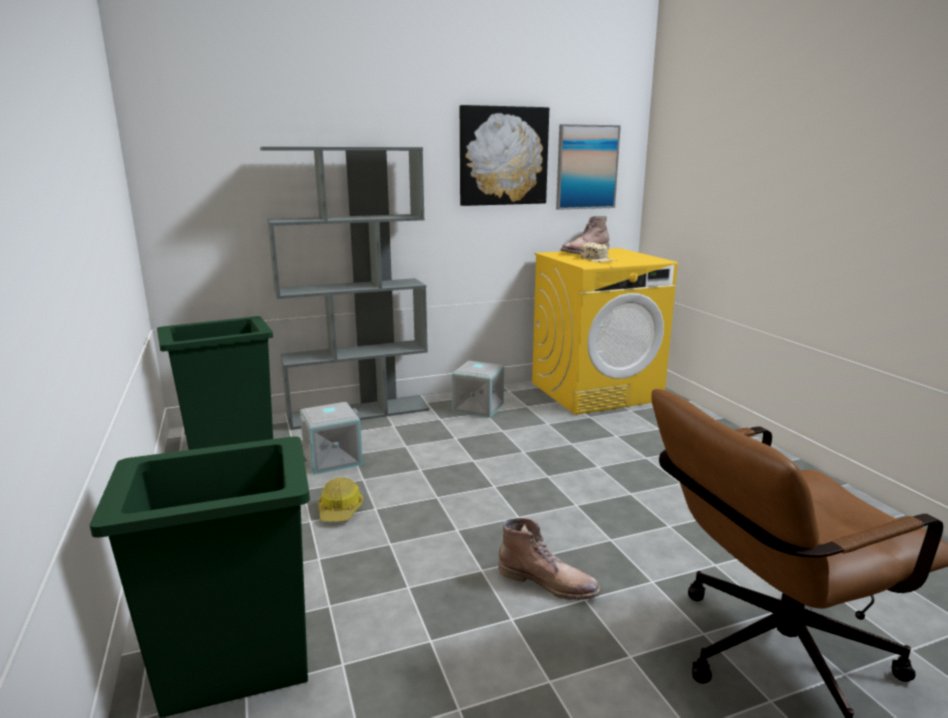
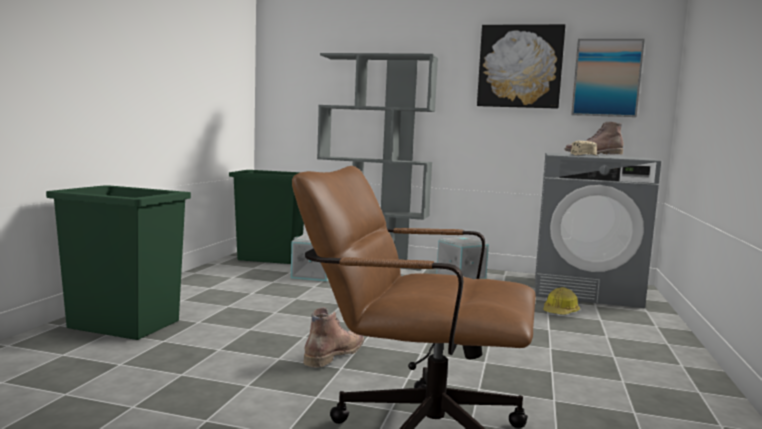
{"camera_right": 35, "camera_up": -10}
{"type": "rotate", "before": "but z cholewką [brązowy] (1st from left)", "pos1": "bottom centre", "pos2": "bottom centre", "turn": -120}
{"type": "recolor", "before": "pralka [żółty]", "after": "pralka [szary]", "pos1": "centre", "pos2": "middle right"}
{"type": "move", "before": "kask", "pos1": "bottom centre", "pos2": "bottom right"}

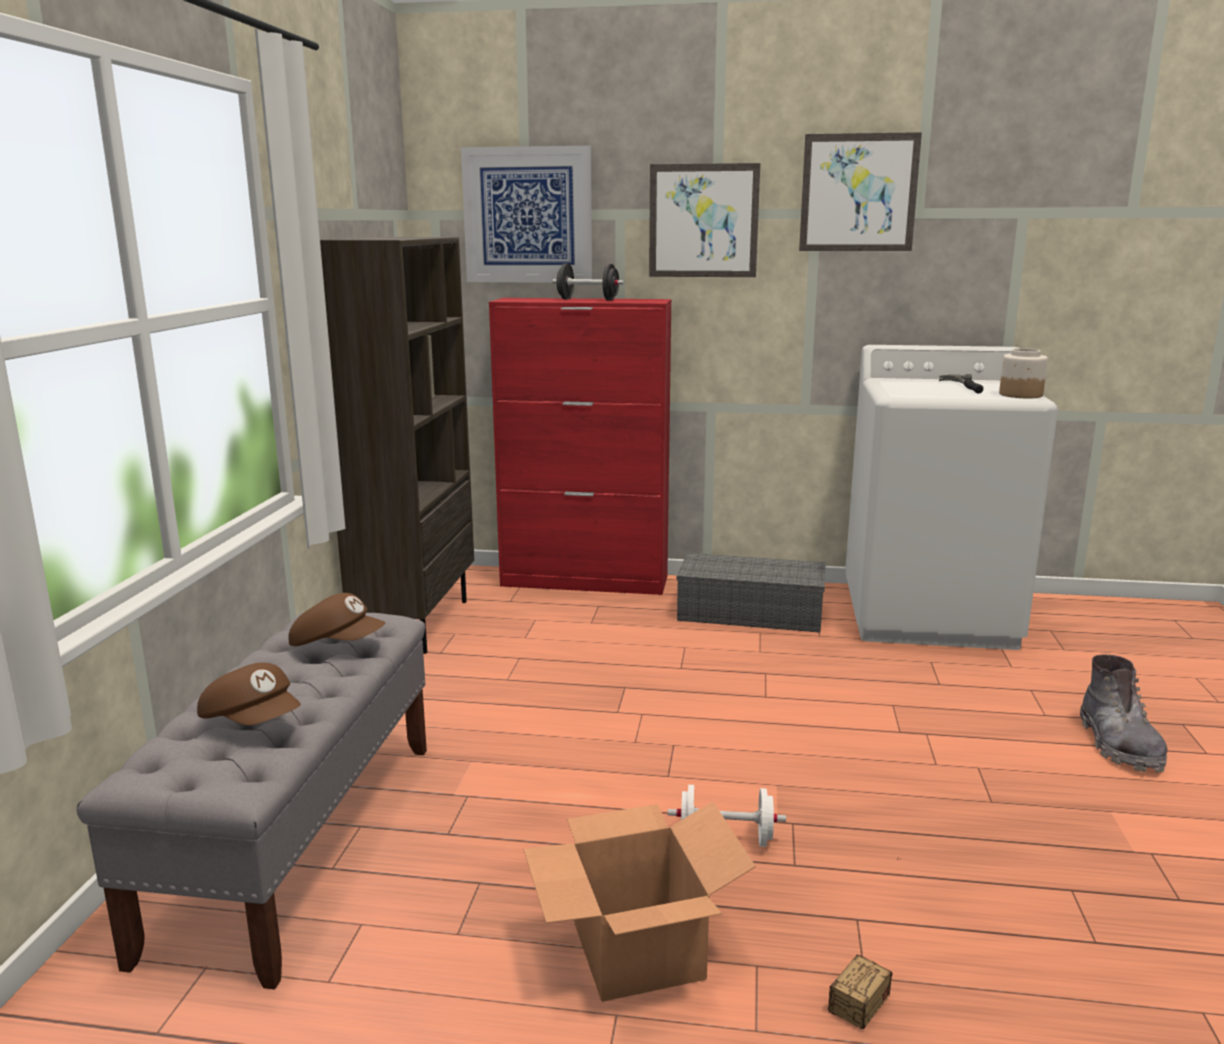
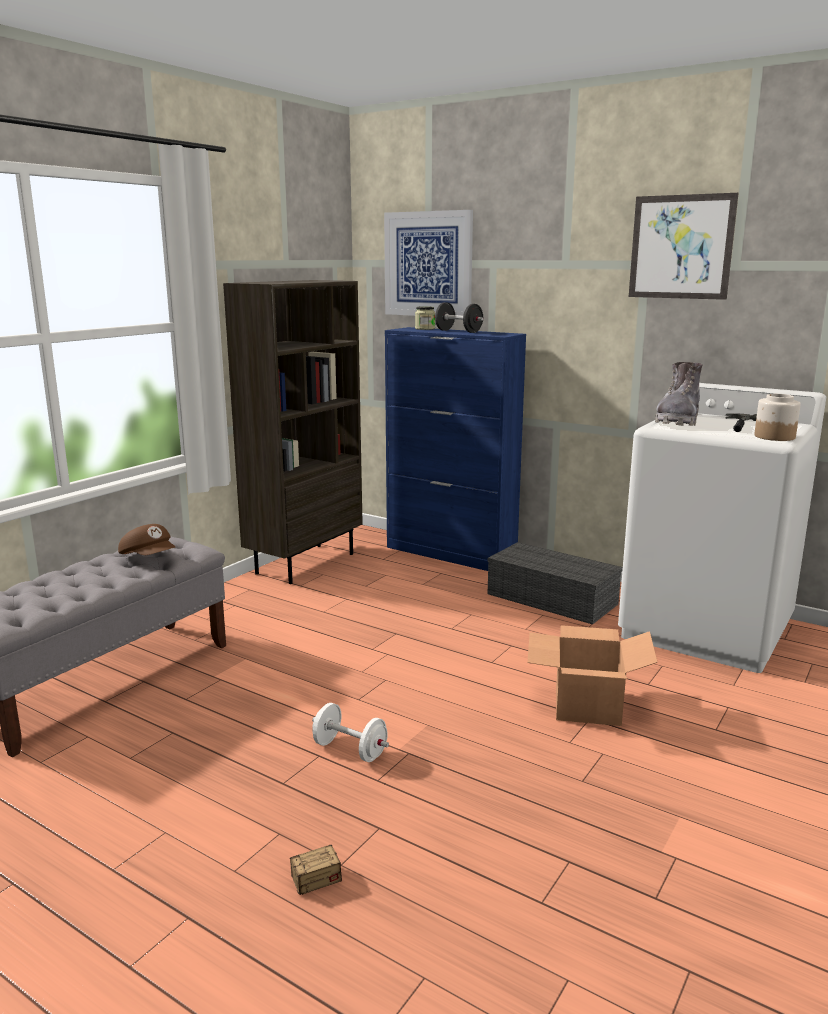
{"camera_right": 25, "camera_up": 0}
{"type": "recolor", "before": "szafka [czerwony]", "after": "szafka [niebieski]", "pos1": "centre", "pos2": "centre"}
{"type": "insert", "after": "słoik (1st from left)", "pos2": "top centre"}
{"type": "move", "before": "karton", "pos1": "bottom centre", "pos2": "middle right"}
{"type": "move", "before": "but z cholewką [szary]", "pos1": "bottom right", "pos2": "middle right"}
{"type": "delete", "before": "czapka z daszkiem [brązowy] (1st from left)", "pos1": "middle left"}
{"type": "delete", "before": "obraz (2nd from left)", "pos1": "top centre"}

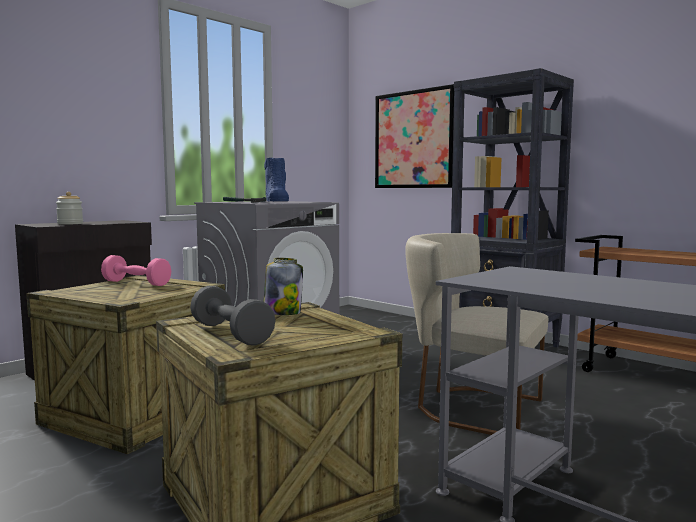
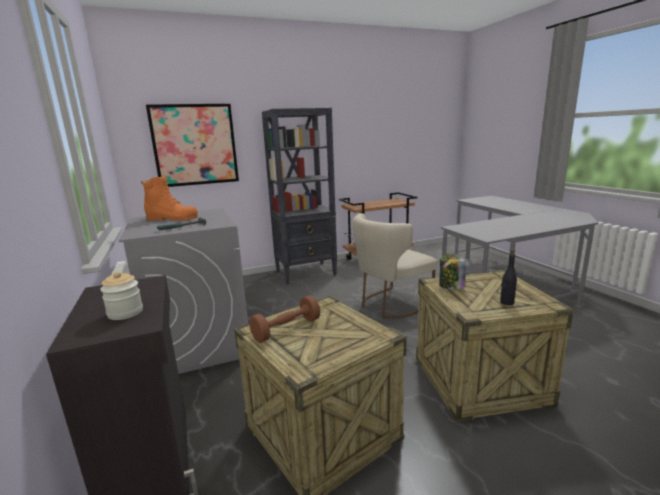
{"camera_right": -65, "camera_up": 10}
{"type": "recolor", "before": "but z cholewką [niebieski]", "after": "but z cholewką [pomarańczowy]", "pos1": "centre", "pos2": "middle left"}
{"type": "recolor", "before": "hantel [różowy]", "after": "hantel [brązowy]", "pos1": "middle left", "pos2": "centre"}
{"type": "replace", "before": "hantel [szary]", "after": "butelka [czarny]", "pos1": "centre", "pos2": "middle right"}

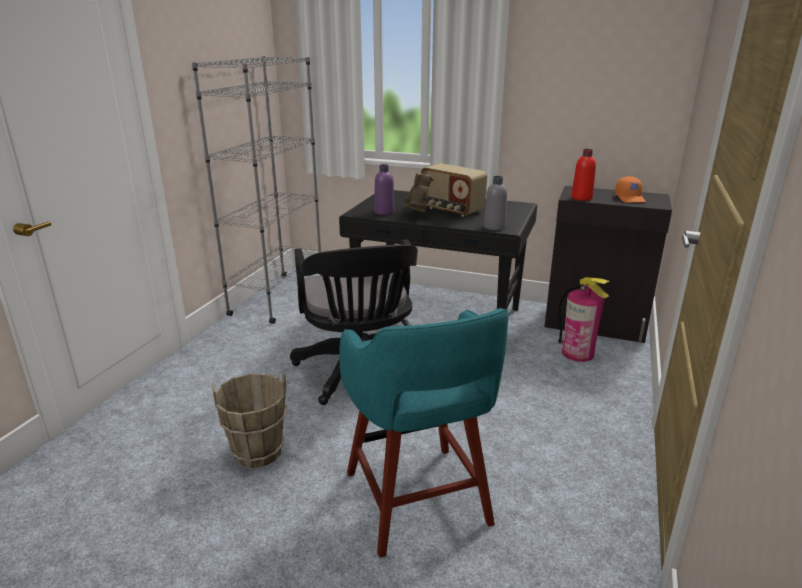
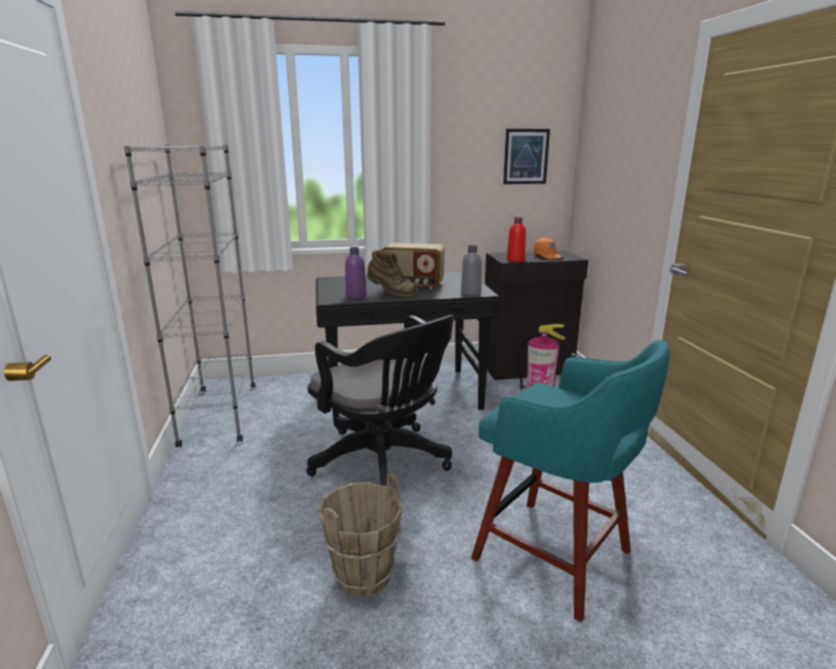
{"camera_right": -30, "camera_up": -5}
{"type": "rotate", "before": "but z cholewką [brązowy]", "pos1": "top centre", "pos2": "centre", "turn": 150}
{"type": "insert", "after": "obraz", "pos2": "top centre"}

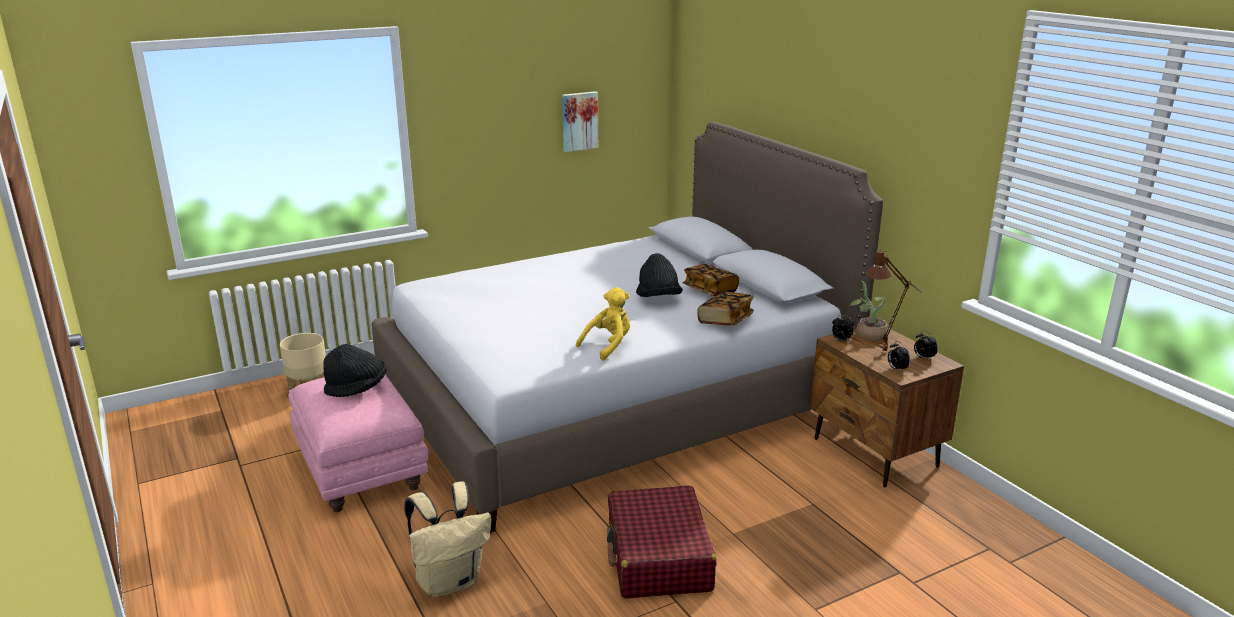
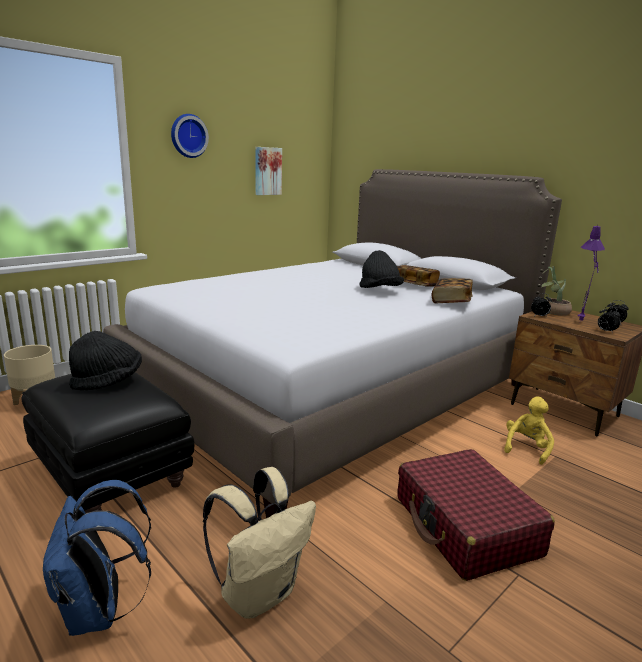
{"camera_right": -15, "camera_up": -5}
{"type": "recolor", "before": "pufa [różowy]", "after": "pufa [czarny]", "pos1": "bottom left", "pos2": "bottom left"}
{"type": "insert", "after": "plecak [niebieski]", "pos2": "bottom left"}
{"type": "insert", "after": "zegar ścienny", "pos2": "top left"}
{"type": "move", "before": "pluszak [żółty]", "pos1": "centre", "pos2": "middle right"}
{"type": "recolor", "before": "lampa stołowa [brązowy]", "after": "lampa stołowa [fioletowy]", "pos1": "middle right", "pos2": "middle right"}

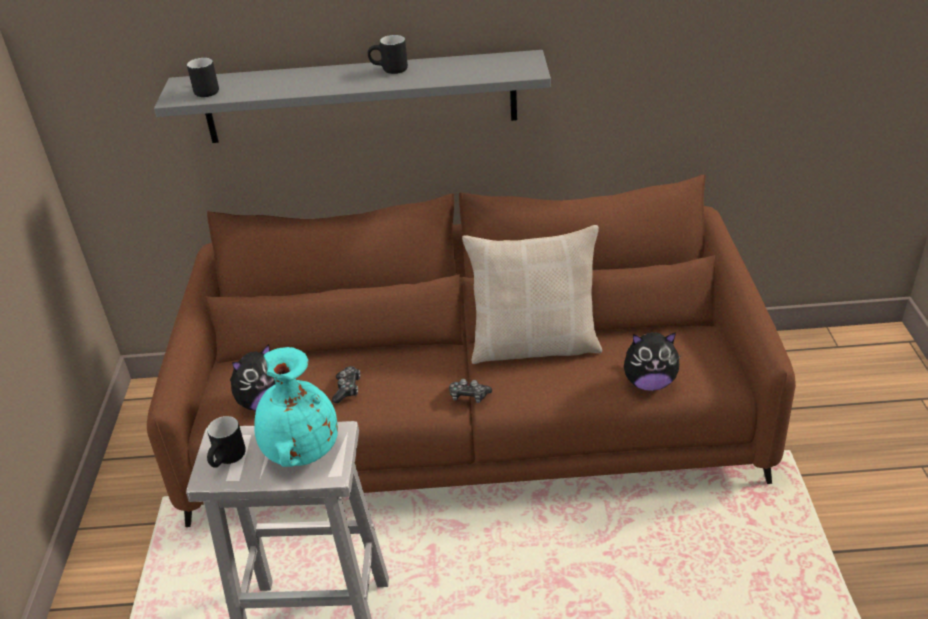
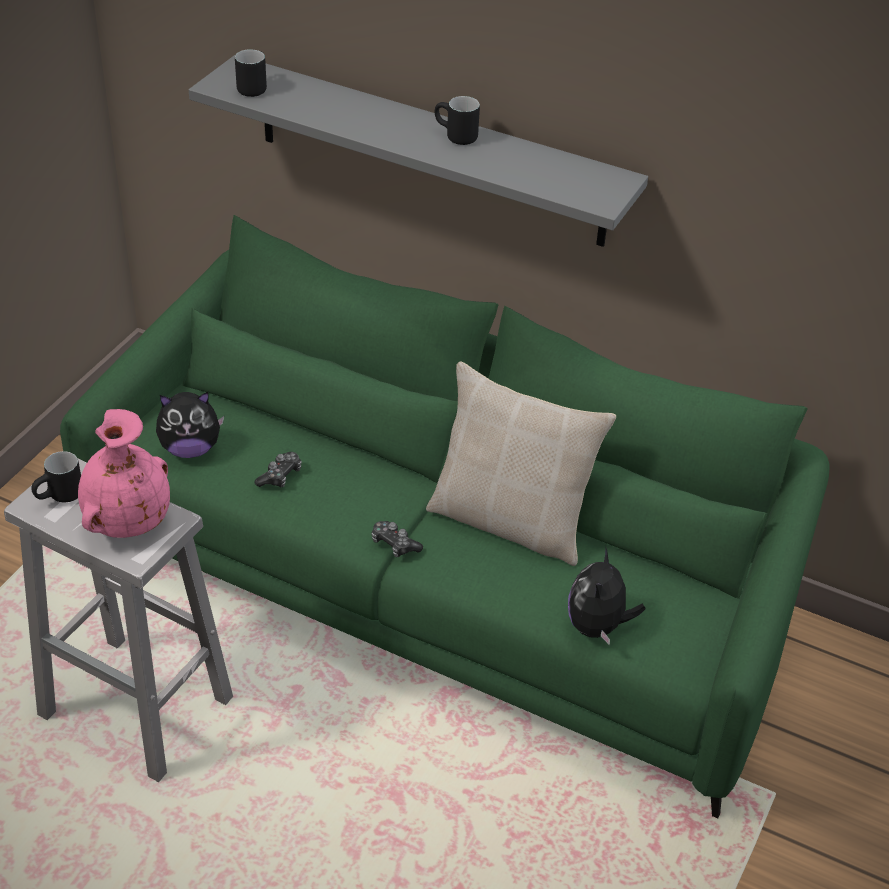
{"camera_right": 25, "camera_up": 5}
{"type": "recolor", "before": "kanapa [brązowy]", "after": "kanapa [zielony]", "pos1": "centre", "pos2": "centre"}
{"type": "recolor", "before": "wazon [turkusowy]", "after": "wazon [różowy]", "pos1": "middle left", "pos2": "middle left"}
{"type": "rotate", "before": "pluszak (2nd from left)", "pos1": "middle right", "pos2": "bottom right", "turn": 75}

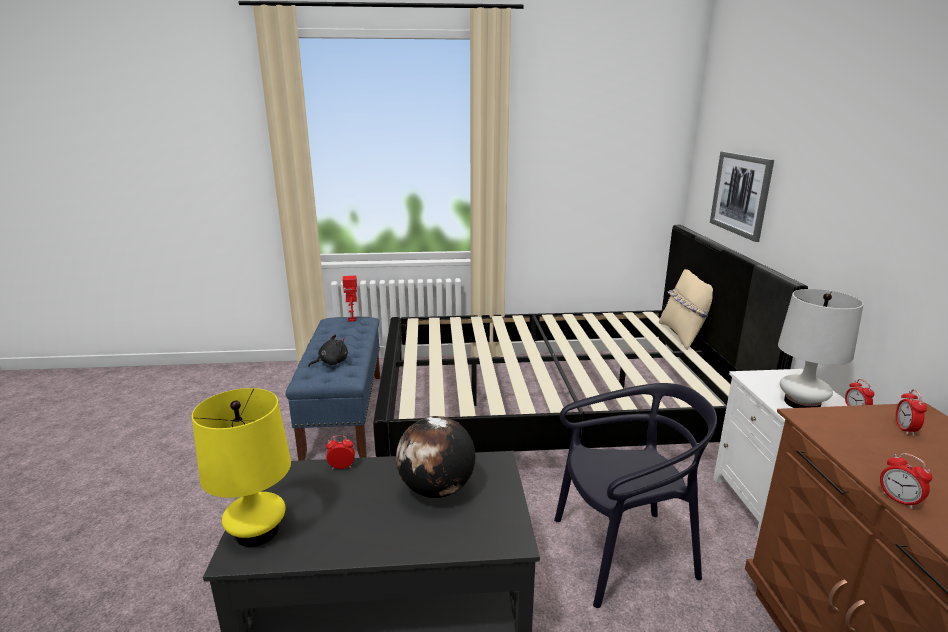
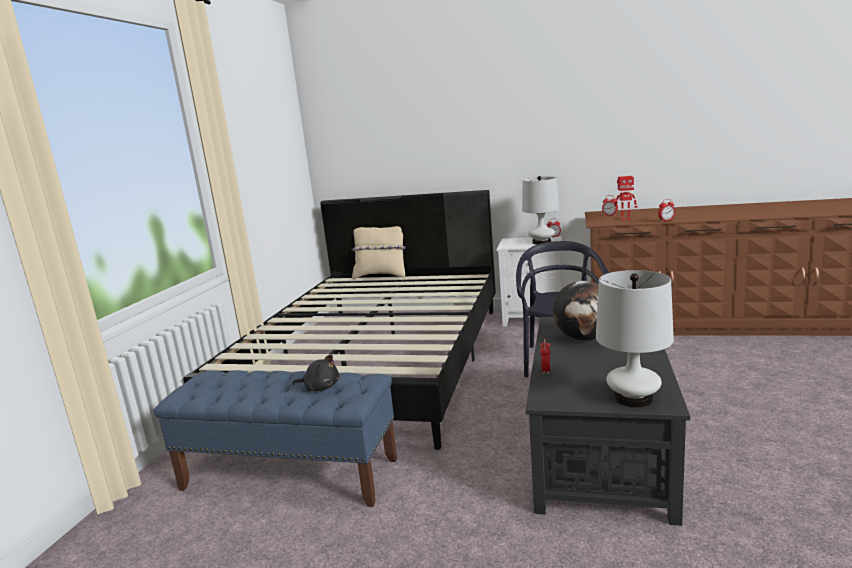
{"camera_right": -70, "camera_up": -5}
{"type": "rotate", "before": "pluszak [czarny]", "pos1": "centre", "pos2": "centre", "turn": 120}
{"type": "recolor", "before": "lampa stołowa [żółty]", "after": "lampa stołowa [biały] (2nd from left)", "pos1": "bottom left", "pos2": "middle right"}
{"type": "move", "before": "robot zabawkowy", "pos1": "centre", "pos2": "middle right"}
{"type": "delete", "before": "obraz", "pos1": "top right"}

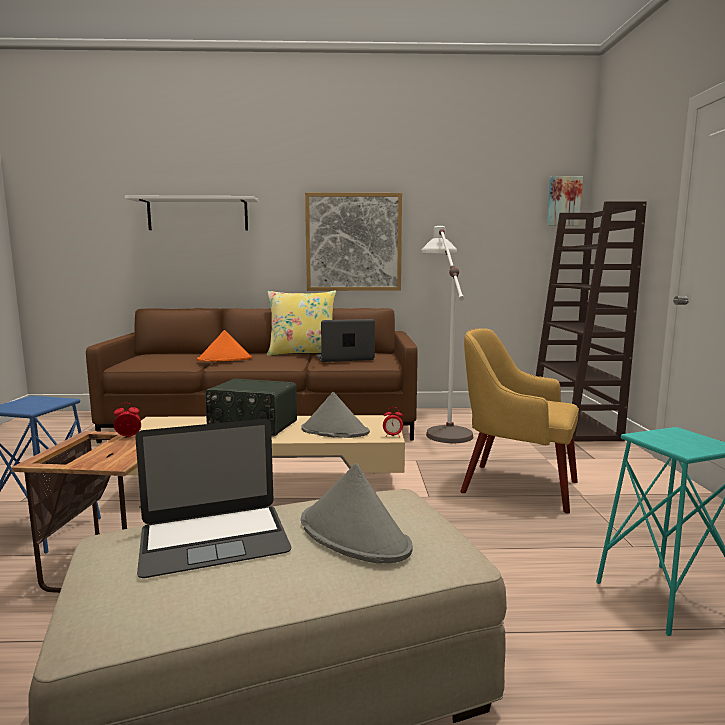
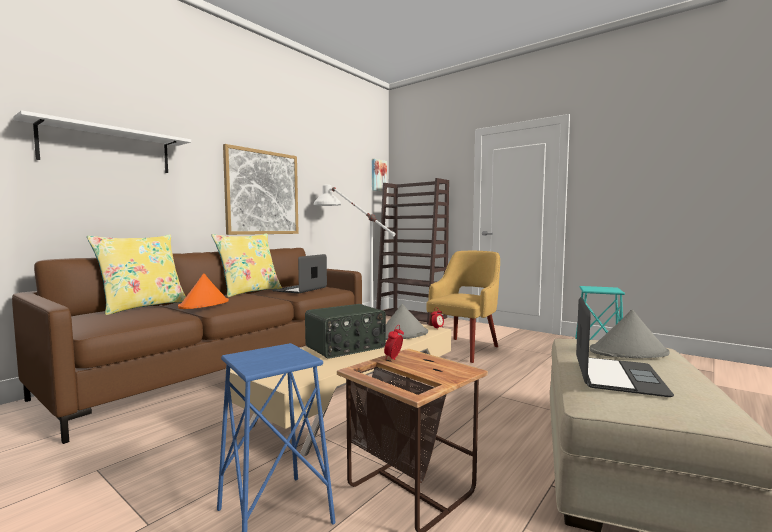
{"camera_right": -50, "camera_up": -5}
{"type": "insert", "after": "poduszka [żółty] (1st from left)", "pos2": "middle left"}
{"type": "rotate", "before": "fotel [żółty]", "pos1": "middle right", "pos2": "centre", "turn": 150}

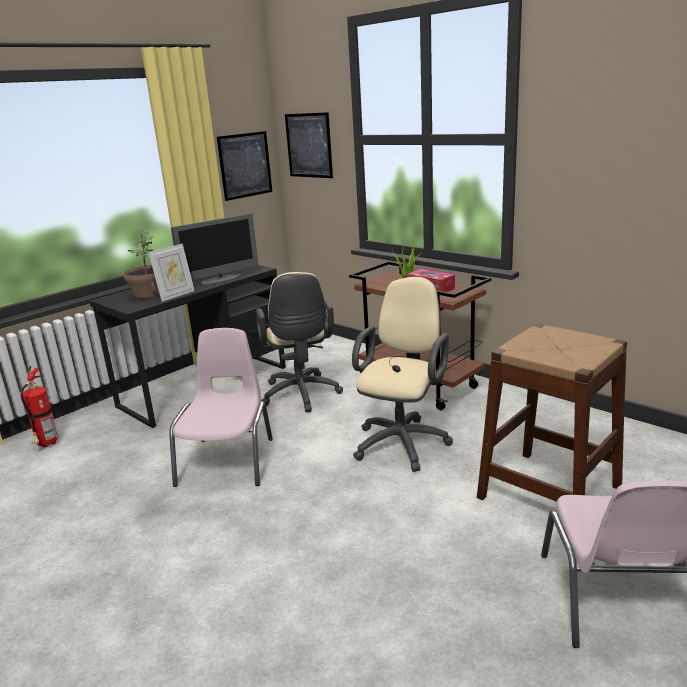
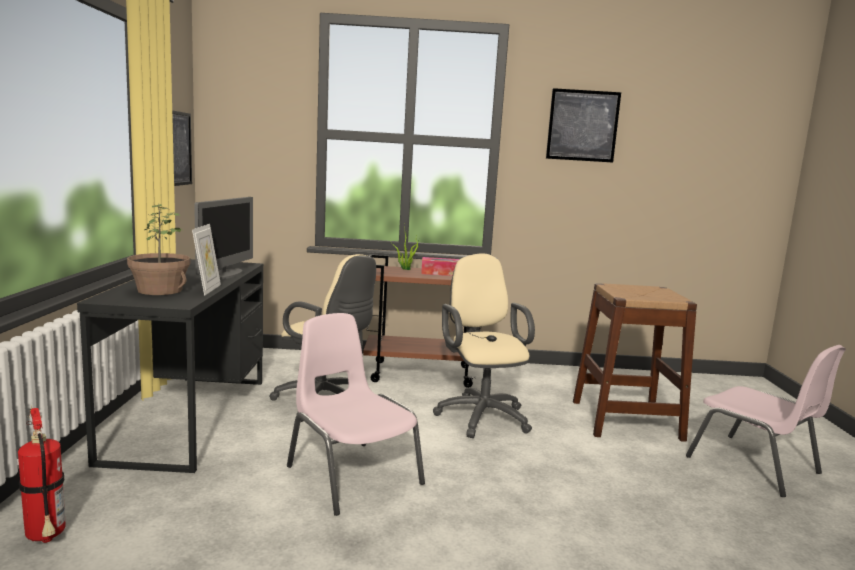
{"camera_right": -45, "camera_up": -10}
{"type": "move", "before": "obraz (2nd from left)", "pos1": "top centre", "pos2": "top right"}

